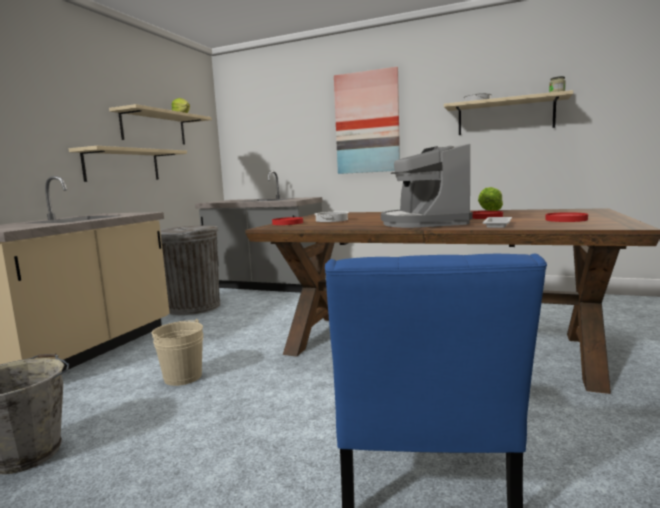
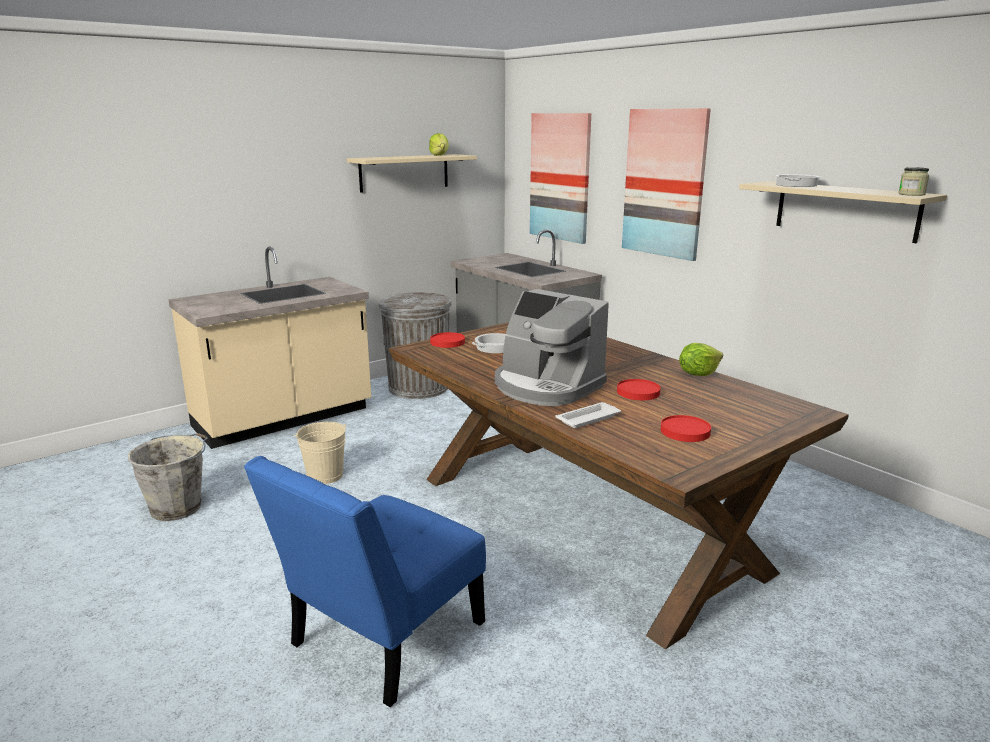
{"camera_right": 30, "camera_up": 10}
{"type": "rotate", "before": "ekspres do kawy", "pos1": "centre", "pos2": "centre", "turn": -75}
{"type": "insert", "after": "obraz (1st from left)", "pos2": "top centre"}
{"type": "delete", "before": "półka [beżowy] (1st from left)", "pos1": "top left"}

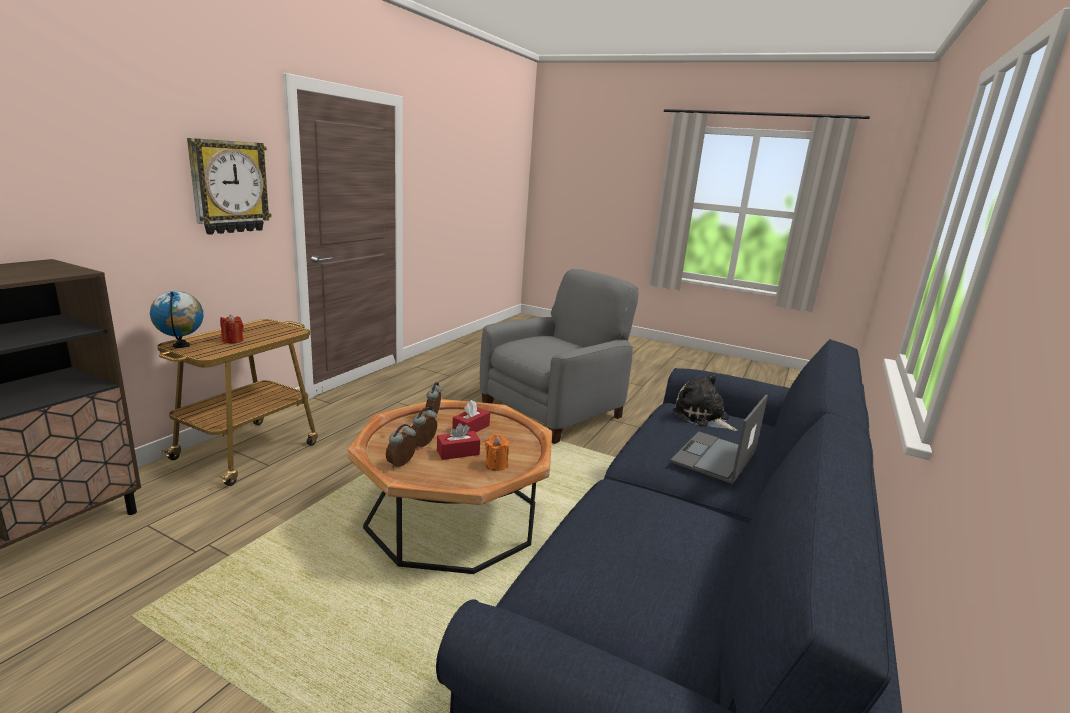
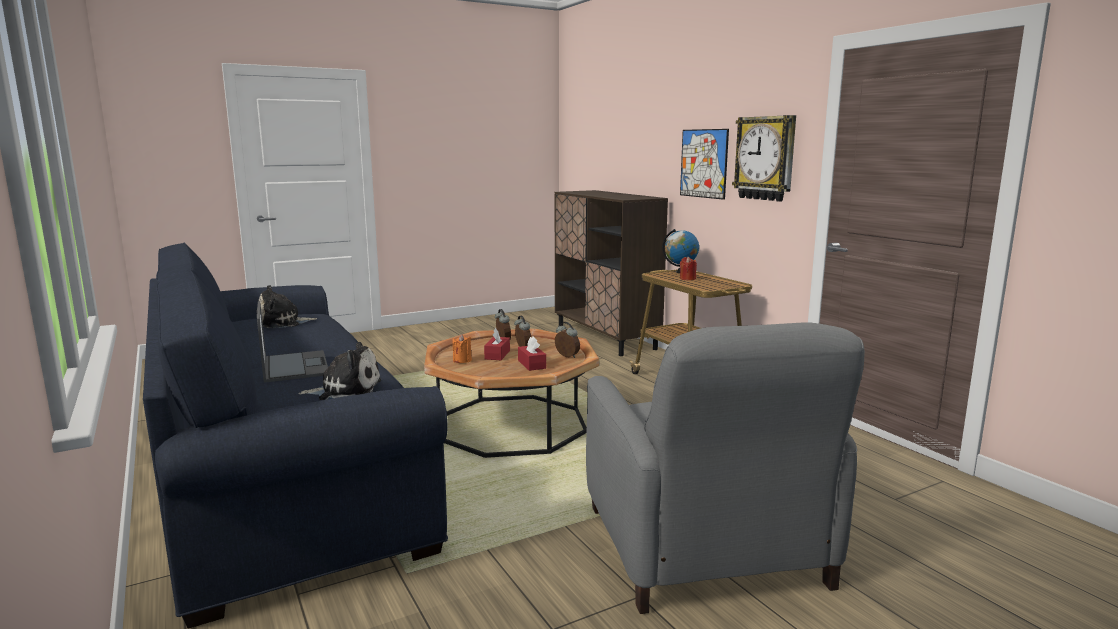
{"camera_right": 125, "camera_up": -5}
{"type": "insert", "after": "pluszak (1st from left)", "pos2": "middle left"}
{"type": "insert", "after": "obraz", "pos2": "top centre"}

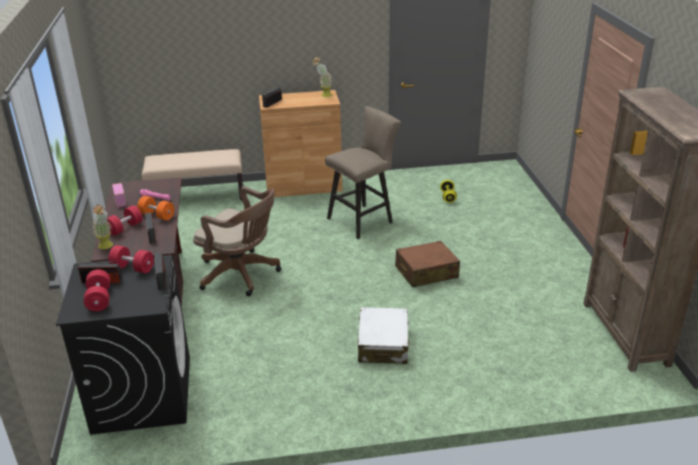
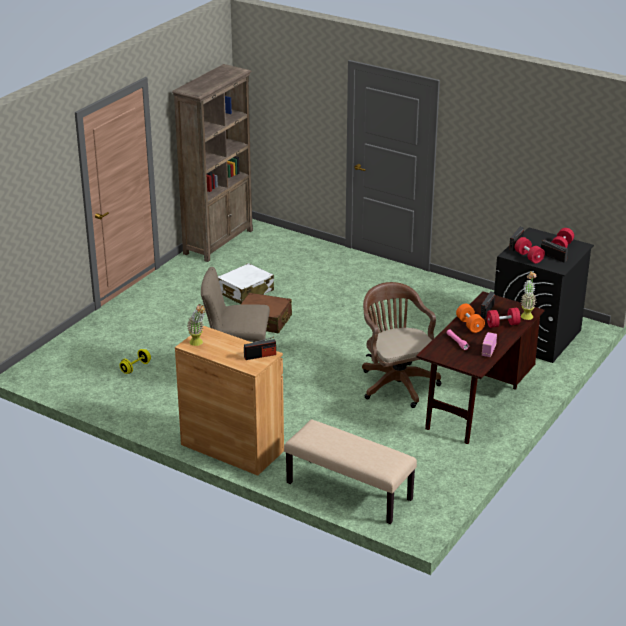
{"camera_right": -140, "camera_up": 0}
{"type": "move", "before": "walizka [biały]", "pos1": "bottom centre", "pos2": "centre"}

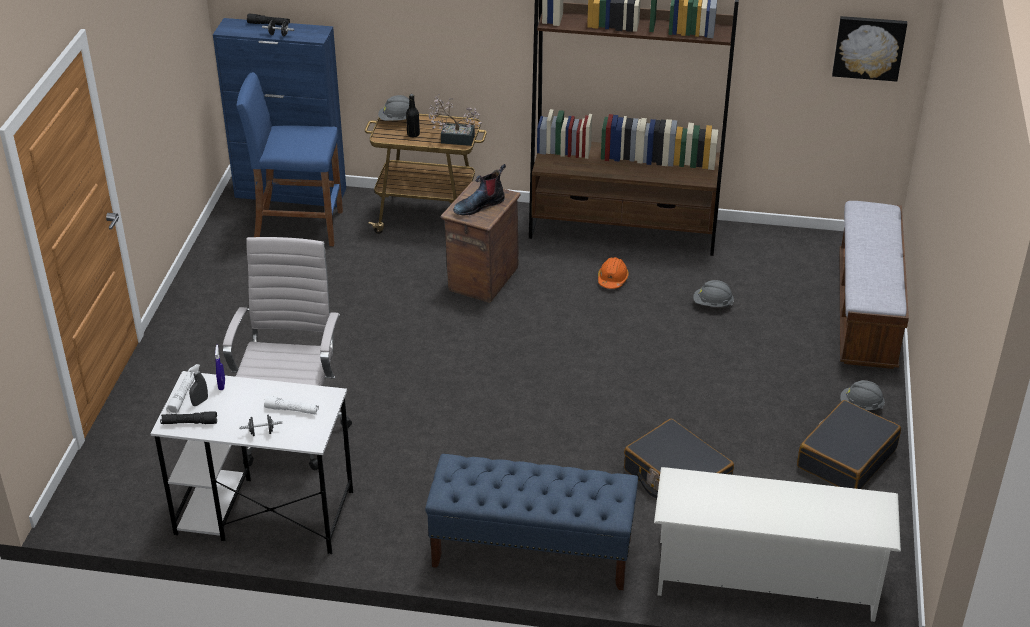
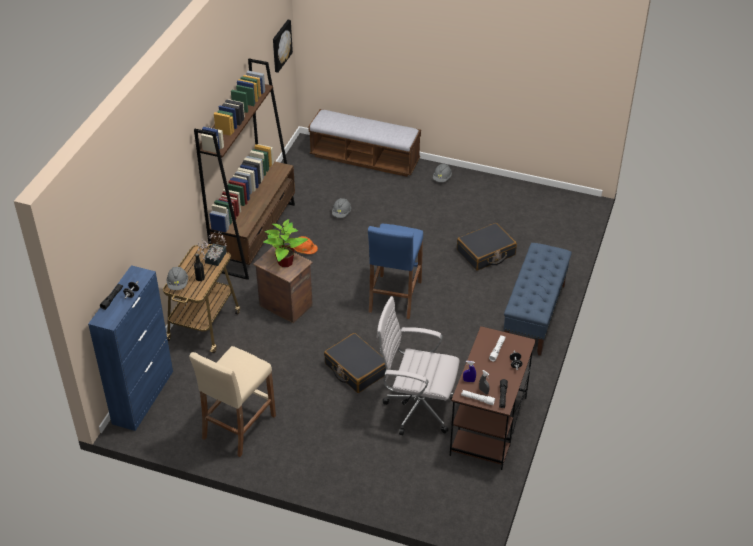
{"camera_right": -80, "camera_up": 5}
{"type": "insert", "after": "stołek [beżowy]", "pos2": "bottom left"}
{"type": "replace", "before": "but z cholewką", "after": "roślina doniczkowa (2nd from left)", "pos1": "top centre", "pos2": "centre"}
{"type": "move", "before": "walizka [czarny] (2nd from left in the first image)", "after": "walizka [czarny] (1st from left)", "pos1": "bottom right", "pos2": "centre"}
{"type": "move", "before": "stołek [niebieski]", "pos1": "top left", "pos2": "centre"}
{"type": "recolor", "before": "biurko [biały]", "after": "biurko [brązowy]", "pos1": "bottom left", "pos2": "bottom centre"}
{"type": "delete", "before": "regał na buty [biały]", "pos1": "bottom right"}

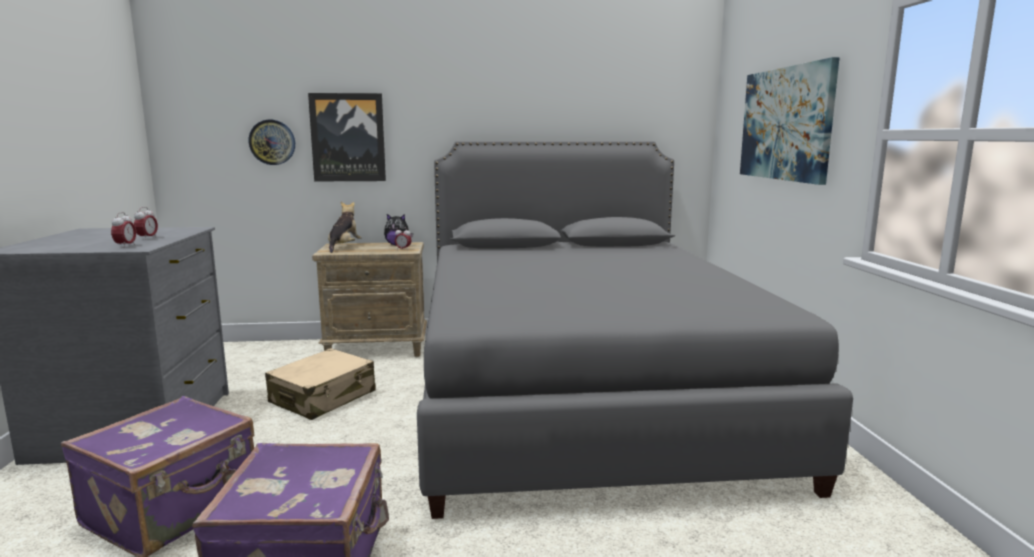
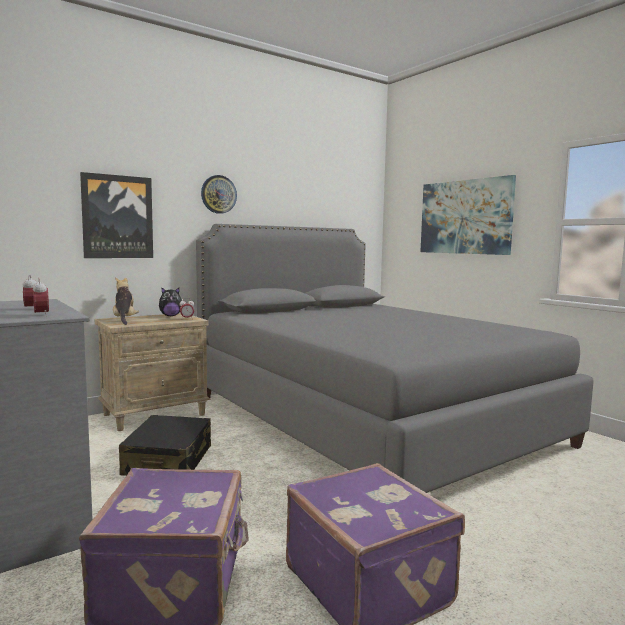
{"camera_right": -30, "camera_up": -5}
{"type": "recolor", "before": "walizka [beżowy]", "after": "walizka [czarny]", "pos1": "bottom left", "pos2": "bottom left"}
{"type": "move", "before": "zegar ścienny", "pos1": "top left", "pos2": "top centre"}

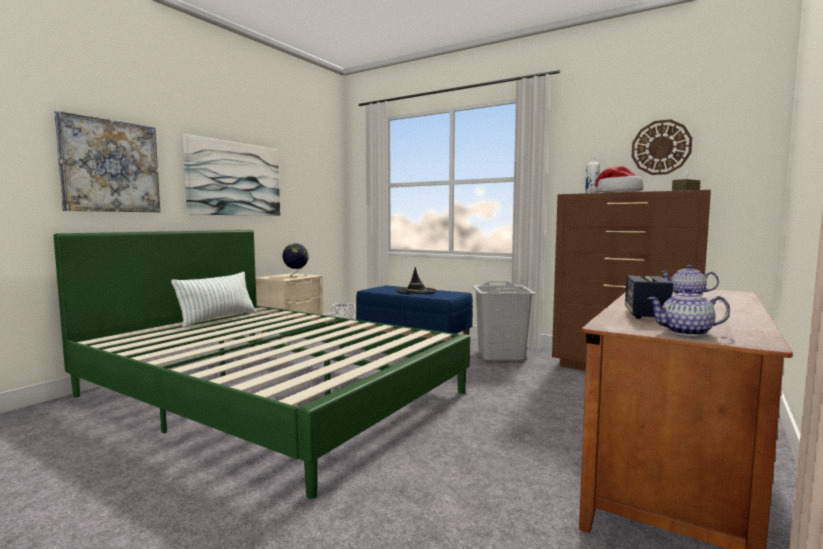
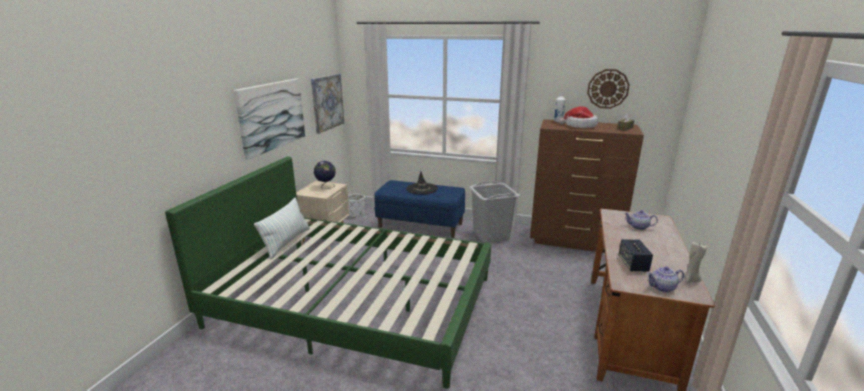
{"camera_right": -15, "camera_up": 15}
{"type": "move", "before": "obraz (1st from left in the first image)", "after": "obraz (2nd from left)", "pos1": "top left", "pos2": "top centre"}
{"type": "insert", "after": "świeca [beżowy]", "pos2": "bottom right"}

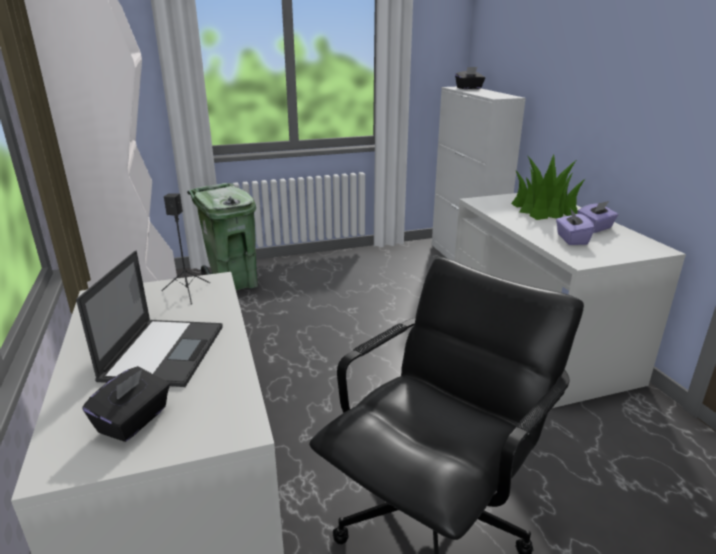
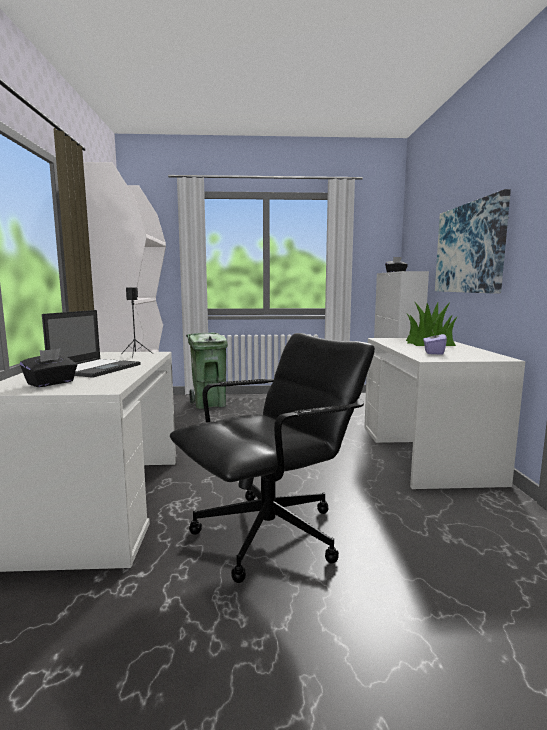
{"camera_right": 15, "camera_up": -15}
{"type": "insert", "after": "obraz", "pos2": "top right"}
{"type": "delete", "before": "pudełko chusteczek [fioletowy] (2nd from left)", "pos1": "middle right"}

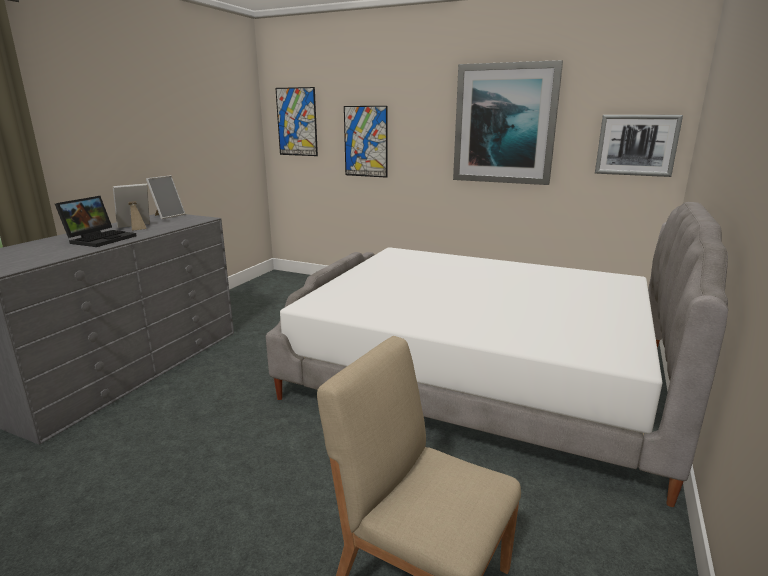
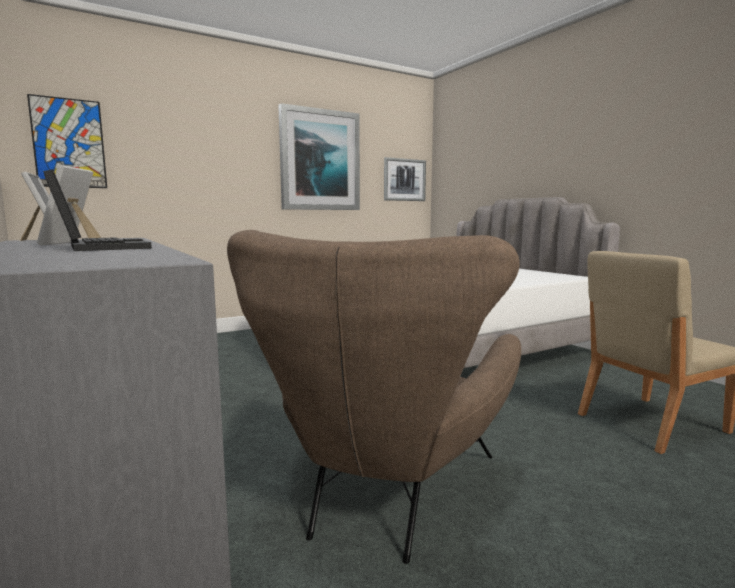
{"camera_right": -55, "camera_up": -10}
{"type": "insert", "after": "fotel [brązowy]", "pos2": "bottom centre"}
{"type": "delete", "before": "obraz (2nd from left)", "pos1": "top centre"}

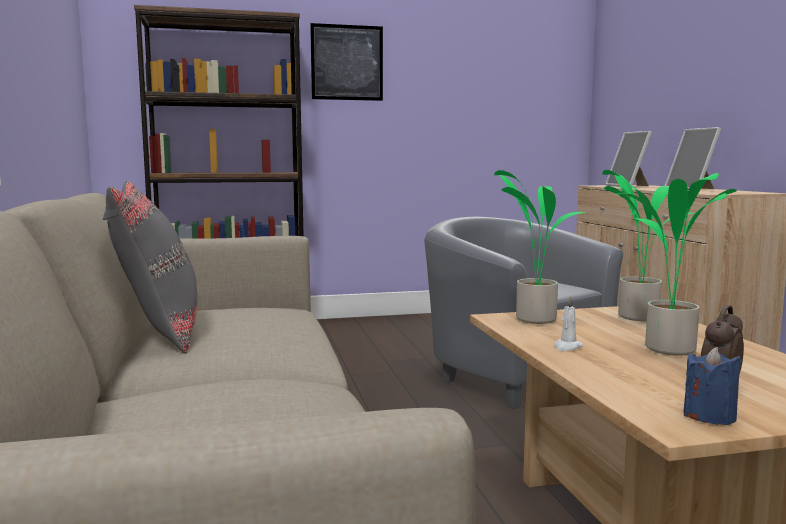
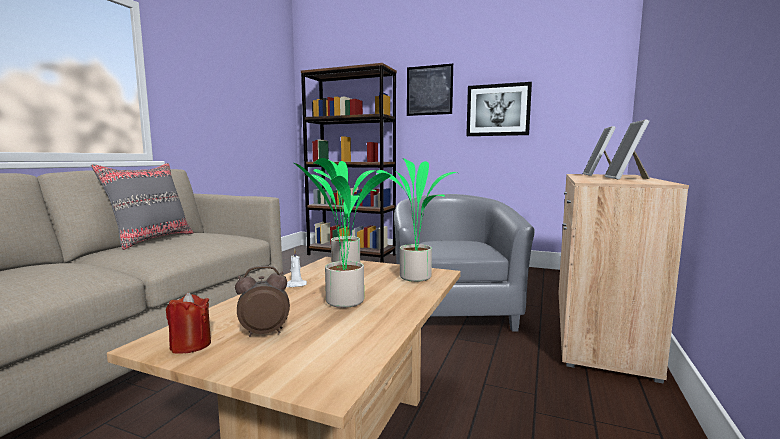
{"camera_right": 35, "camera_up": 0}
{"type": "recolor", "before": "świeca [niebieski]", "after": "świeca [czerwony]", "pos1": "bottom right", "pos2": "bottom left"}
{"type": "insert", "after": "obraz (2nd from left)", "pos2": "top centre"}

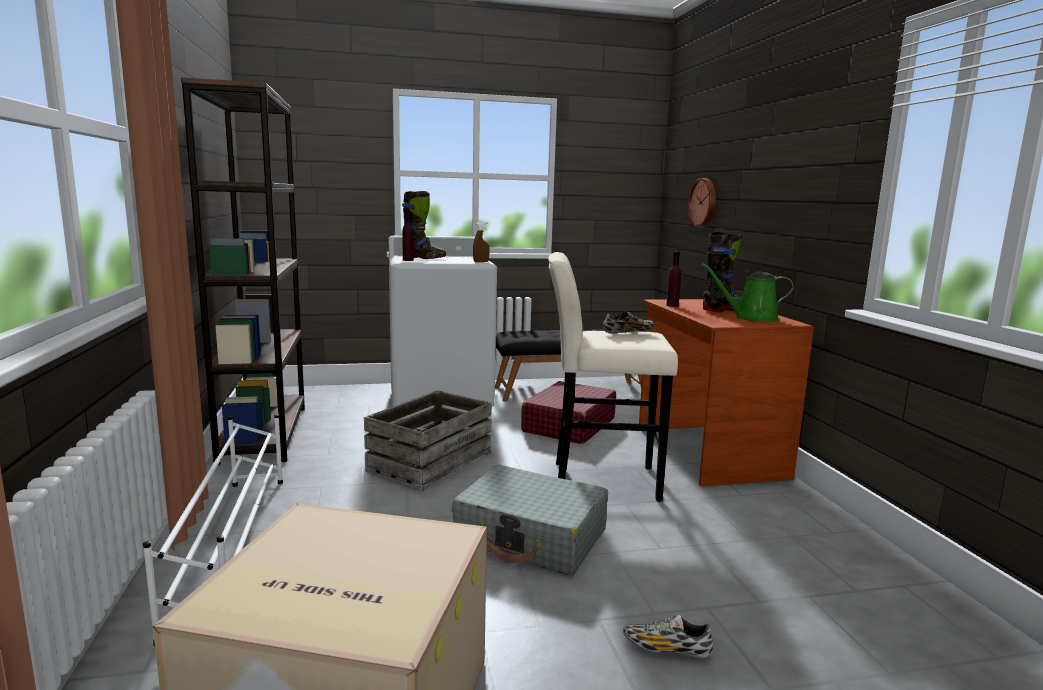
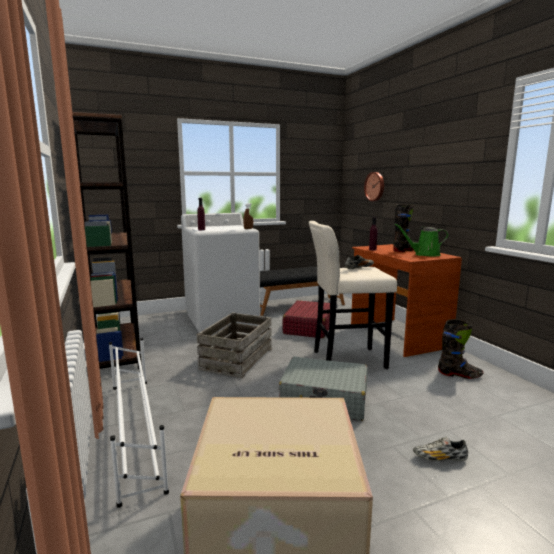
{"camera_right": -10, "camera_up": 0}
{"type": "move", "before": "but z cholewką [czarny] (1st from left in the first image)", "after": "but z cholewką [czarny] (2nd from left)", "pos1": "top centre", "pos2": "middle right"}

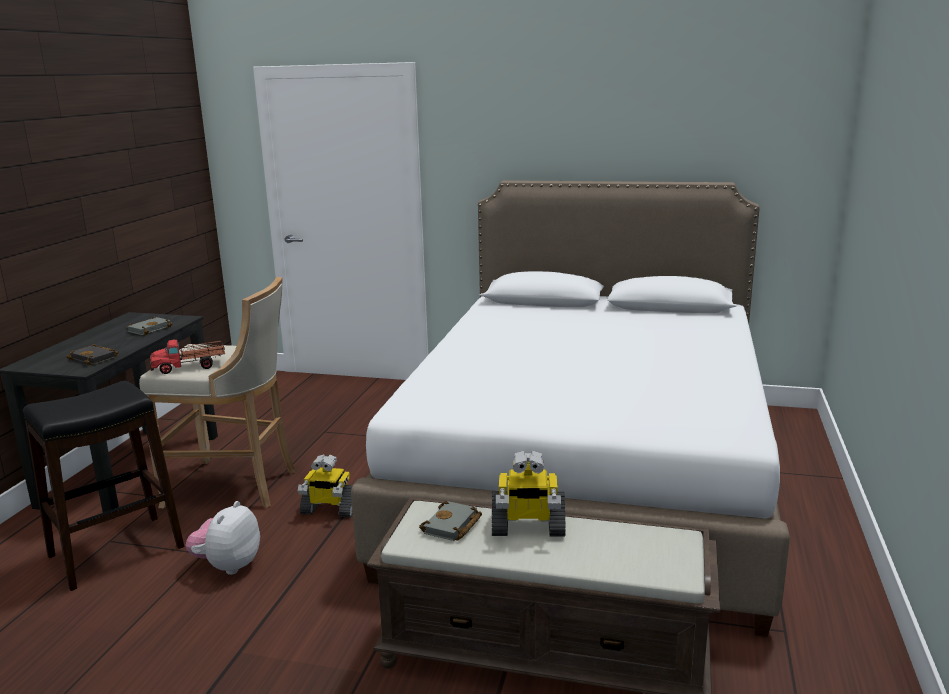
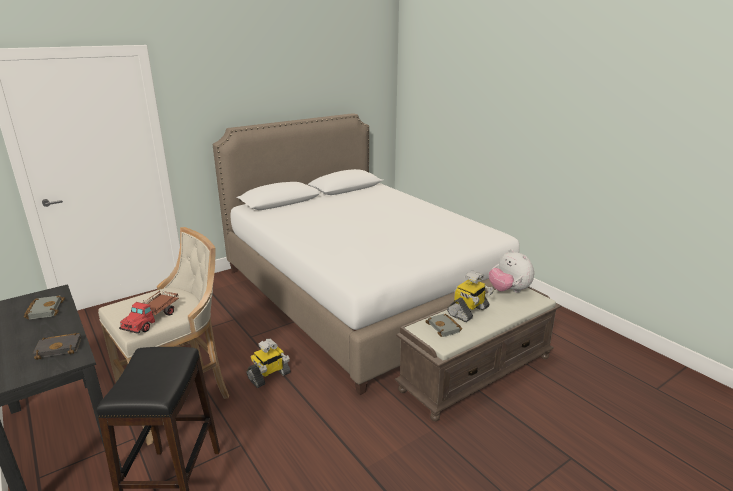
{"camera_right": -50, "camera_up": 5}
{"type": "move", "before": "pluszak", "pos1": "bottom left", "pos2": "middle right"}

